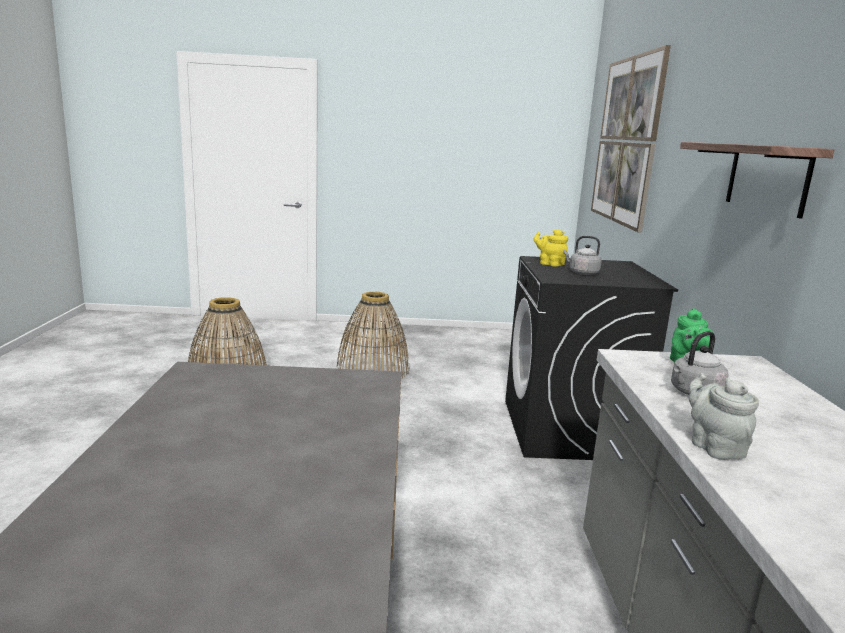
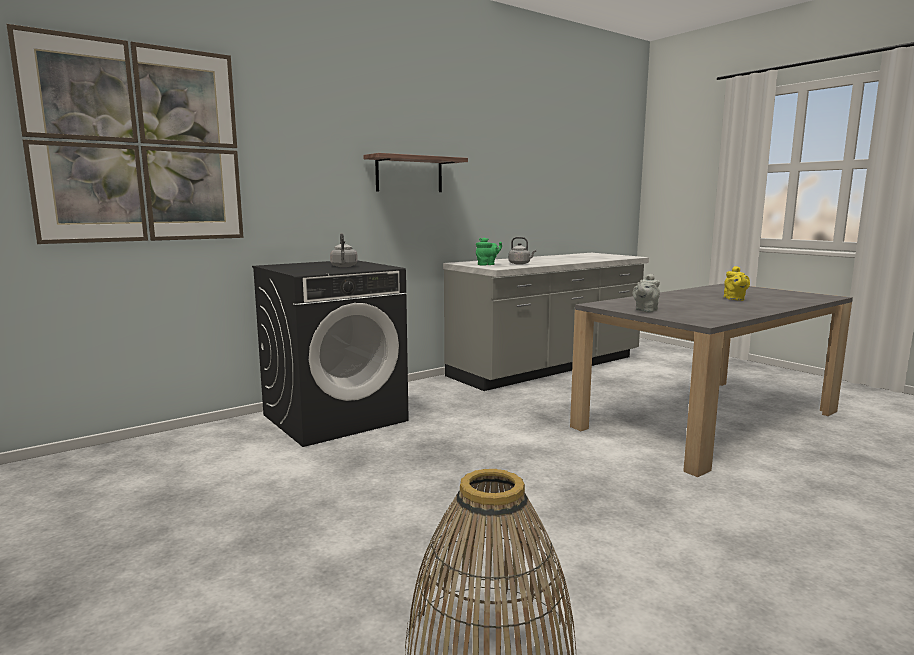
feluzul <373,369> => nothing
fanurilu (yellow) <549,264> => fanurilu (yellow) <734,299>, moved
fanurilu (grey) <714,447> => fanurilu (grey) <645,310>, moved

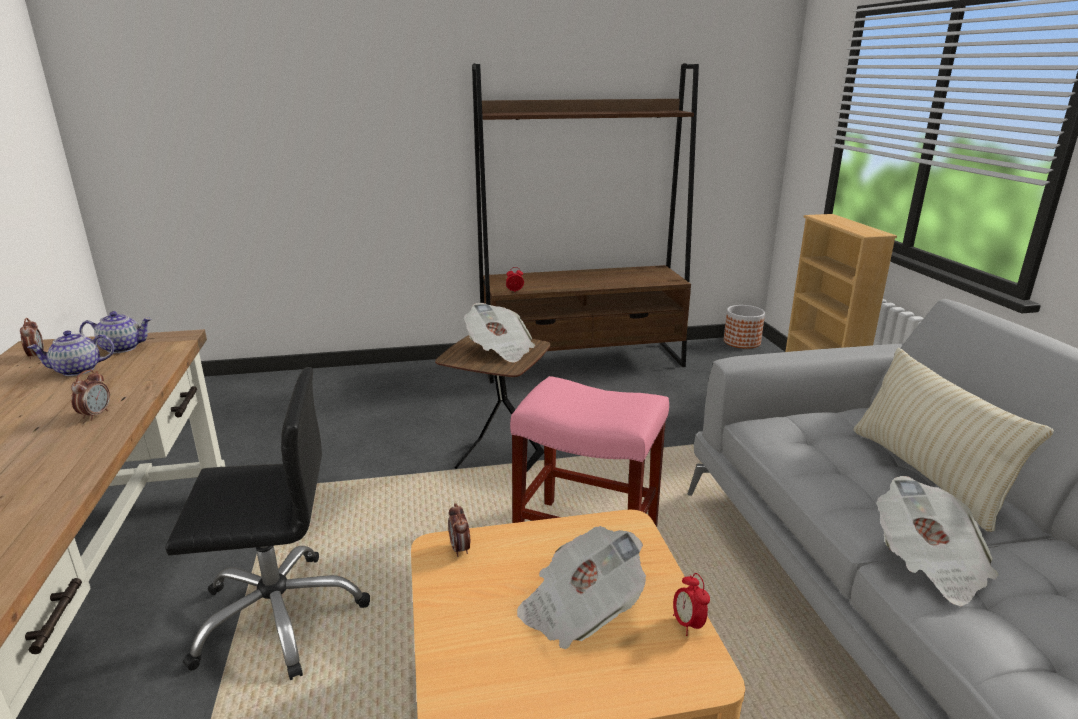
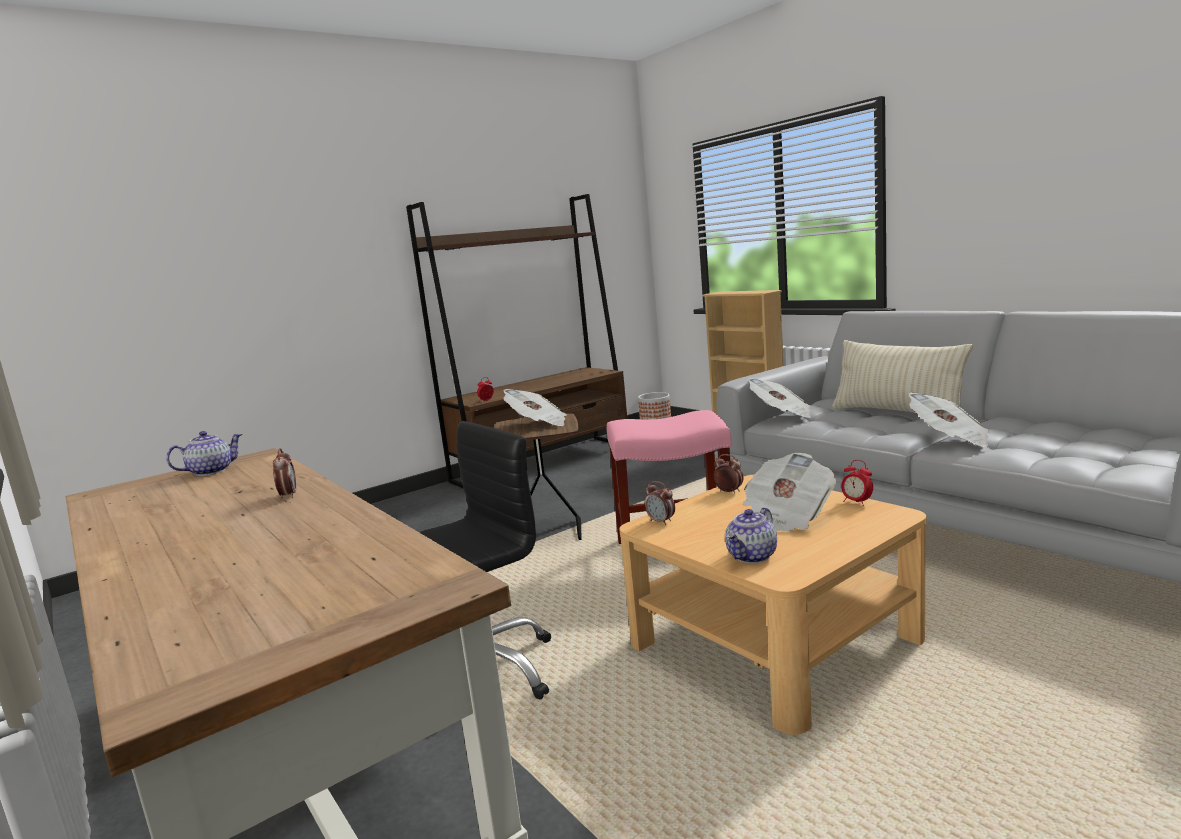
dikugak <36,356> => dikugak <729,492>, moved
fanurilu <77,370> => fanurilu <752,556>, moved
nothing => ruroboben <782,414>

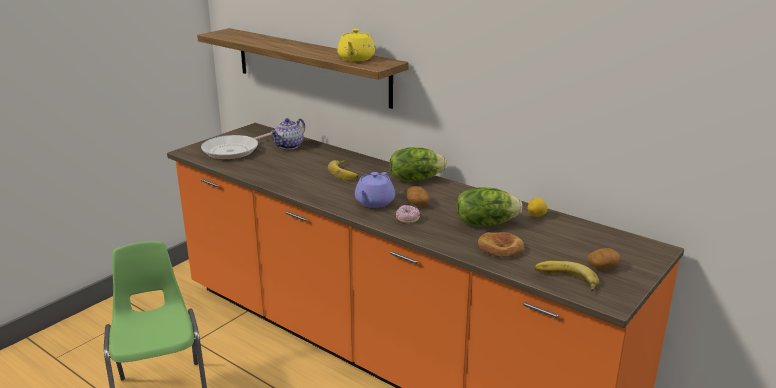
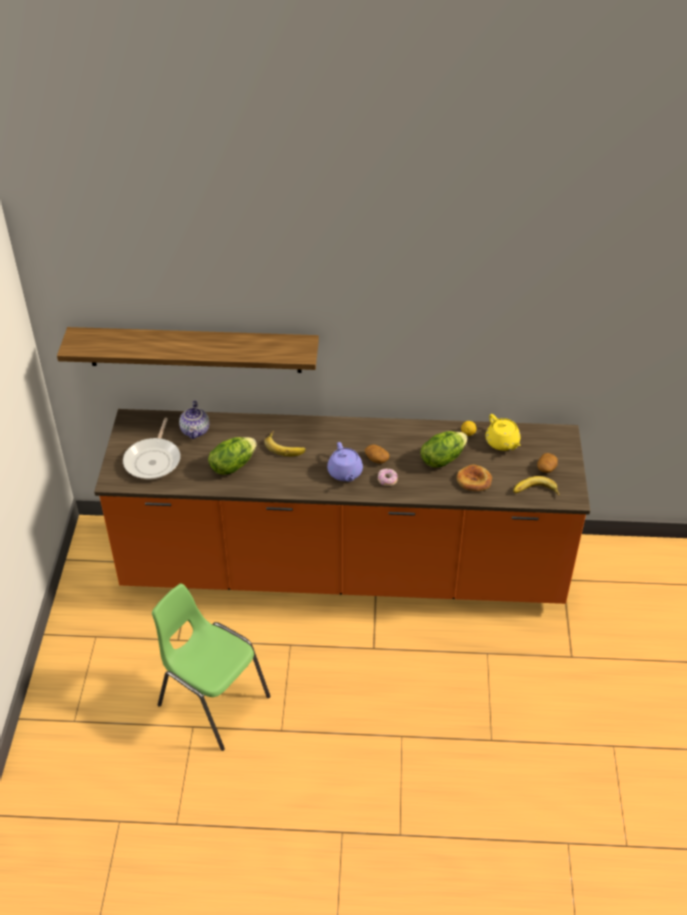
fanurilu (yellow) <356,59> => fanurilu (yellow) <502,443>, moved
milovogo <415,179> => milovogo <232,465>, moved

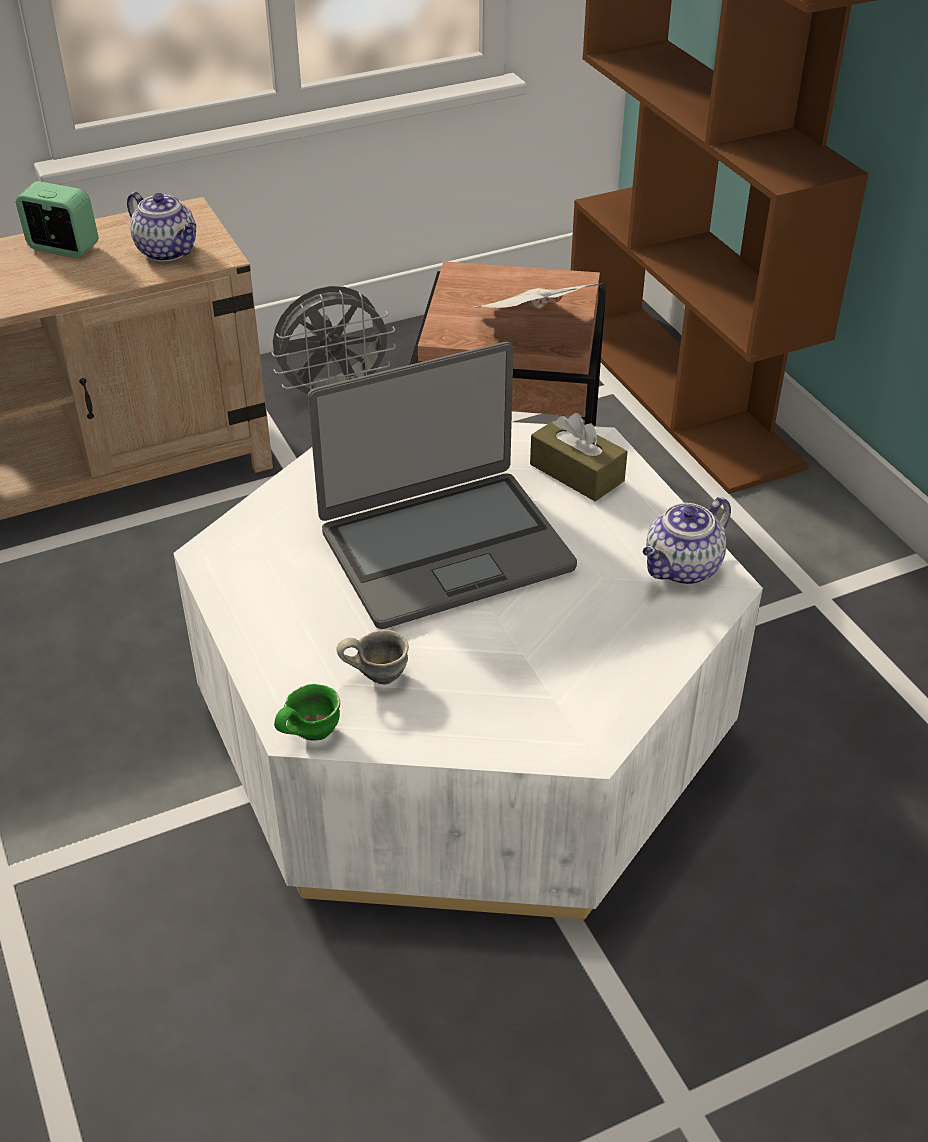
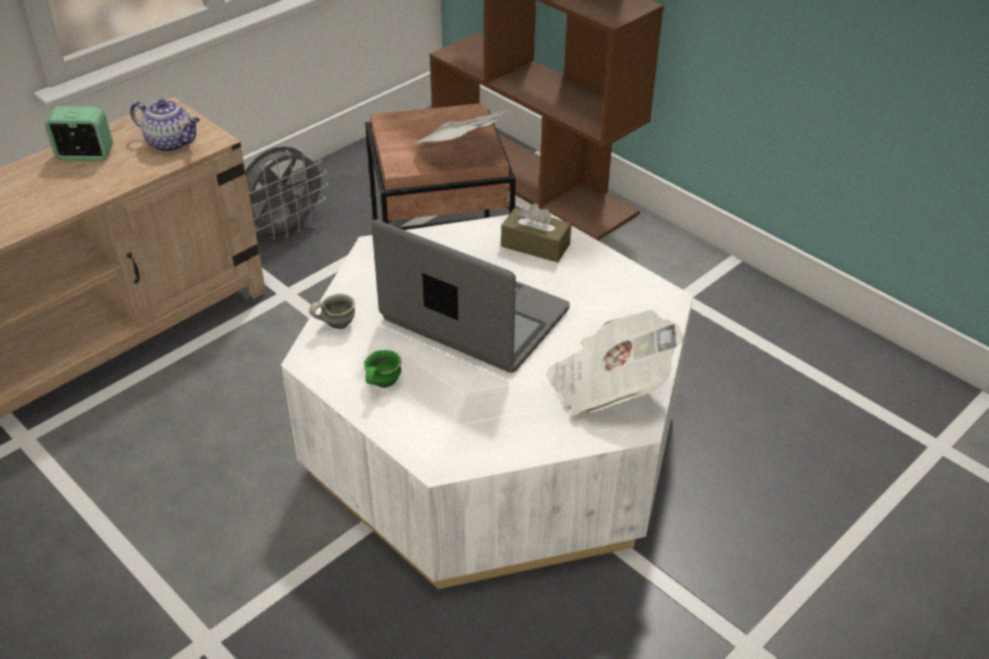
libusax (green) <308,733> => libusax (green) <380,384>, moved
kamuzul <445,548> => kamuzul <474,317>, 105 degrees counterclockwise
libusax (grey) <377,674> => libusax (grey) <335,324>, moved
fanurilu <682,569> => nothing
nothing => ruroboben <609,386>

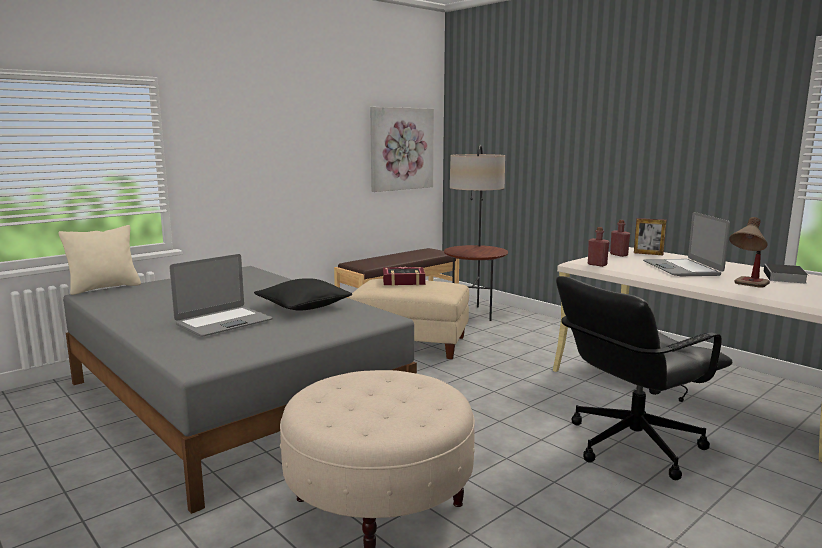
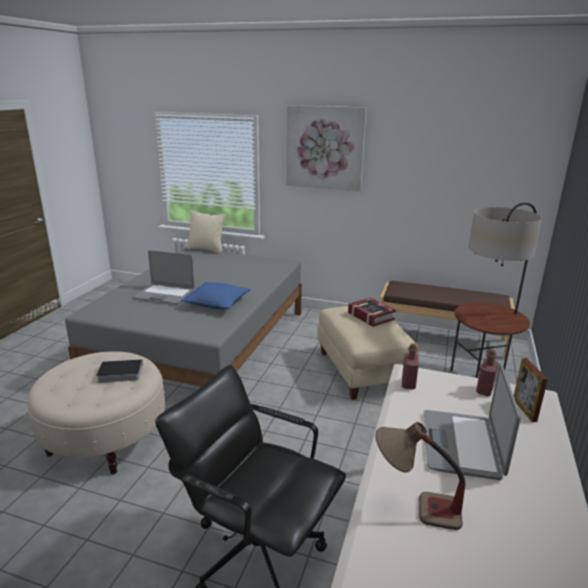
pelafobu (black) <303,306> => pelafobu (blue) <217,303>
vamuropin <401,149> => vamuropin <324,148>, moved
kamuzul <682,269> => kamuzul <462,444>, 45 degrees counterclockwise
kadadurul <785,277> => kadadurul <119,374>, moved

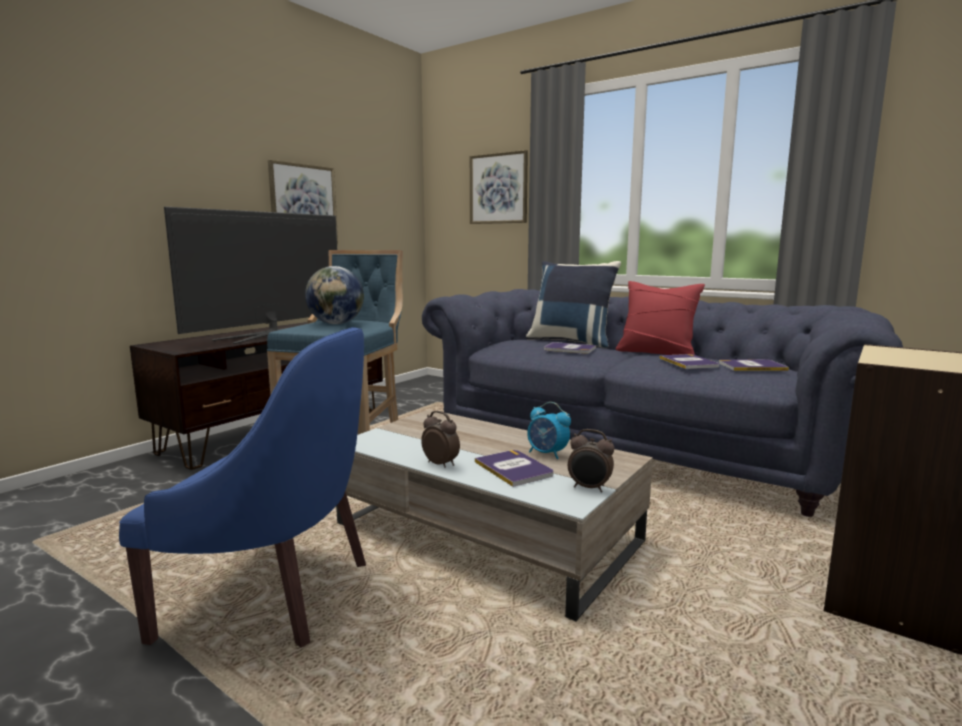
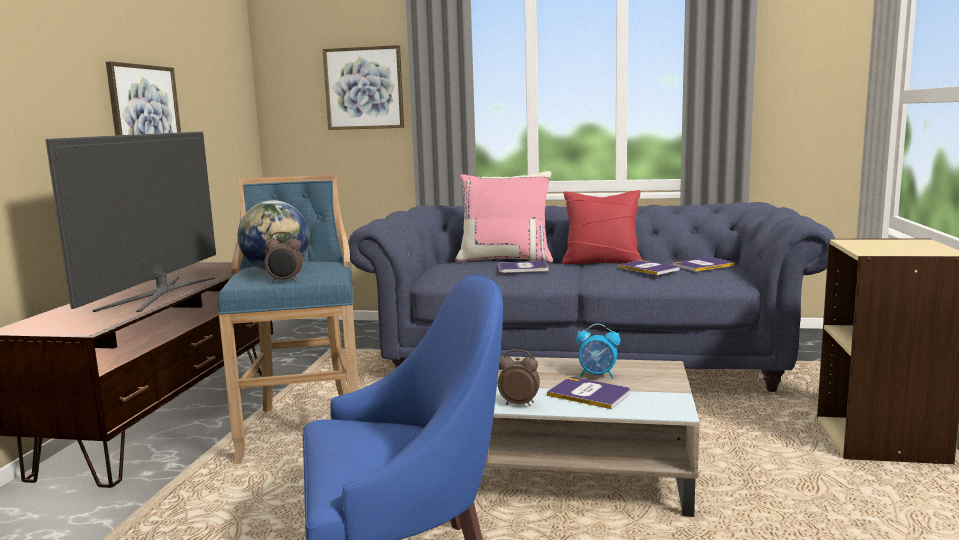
pelafobu (blue) <571,341> => pelafobu (pink) <505,259>
dikugak <589,488> => dikugak <285,281>, moved

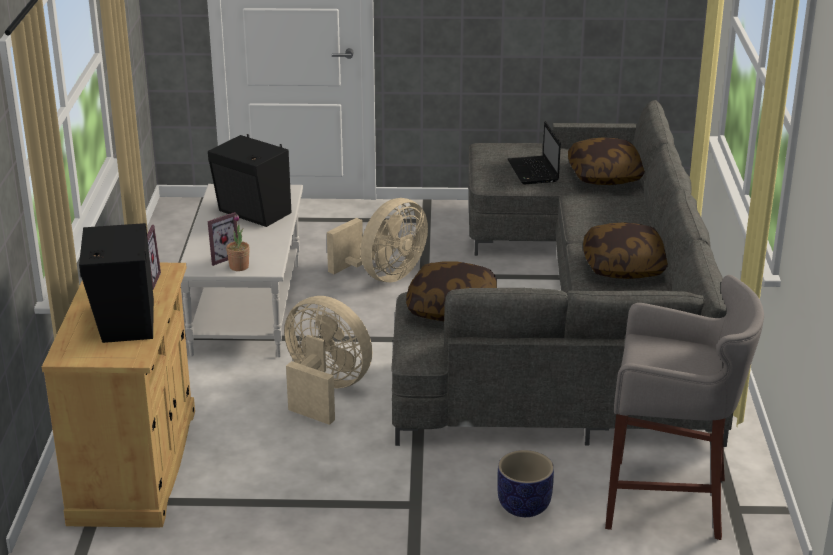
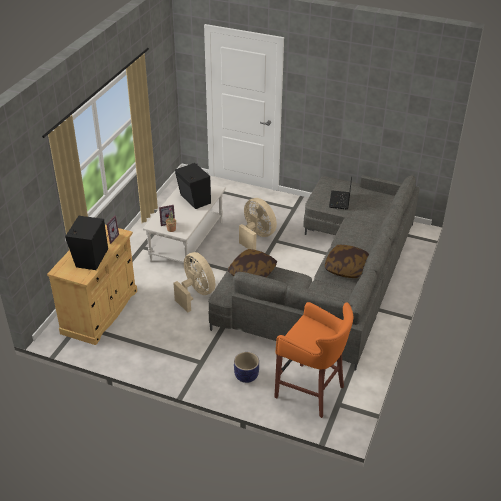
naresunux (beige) <384,276> => naresunux (beige) <256,236>, 105 degrees counterclockwise
pelafobu <605,175> => nothing
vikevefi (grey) <670,501> => vikevefi (orange) <311,391>

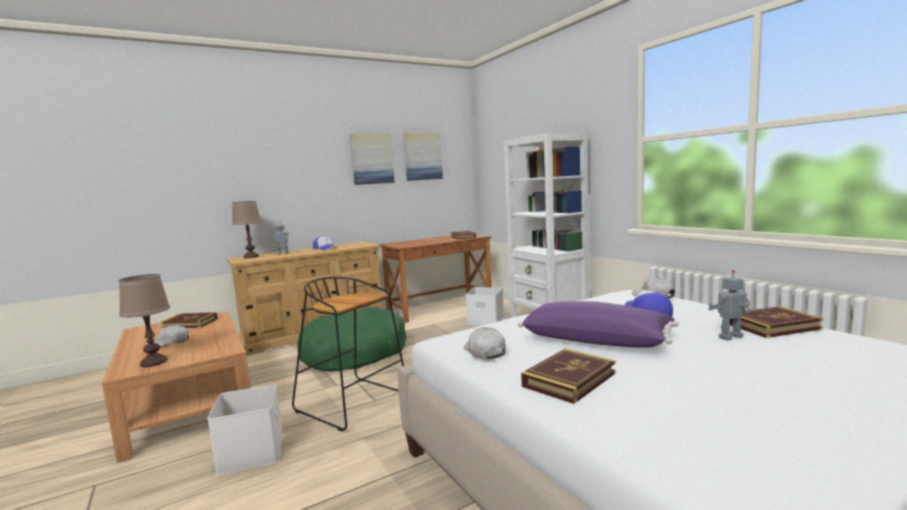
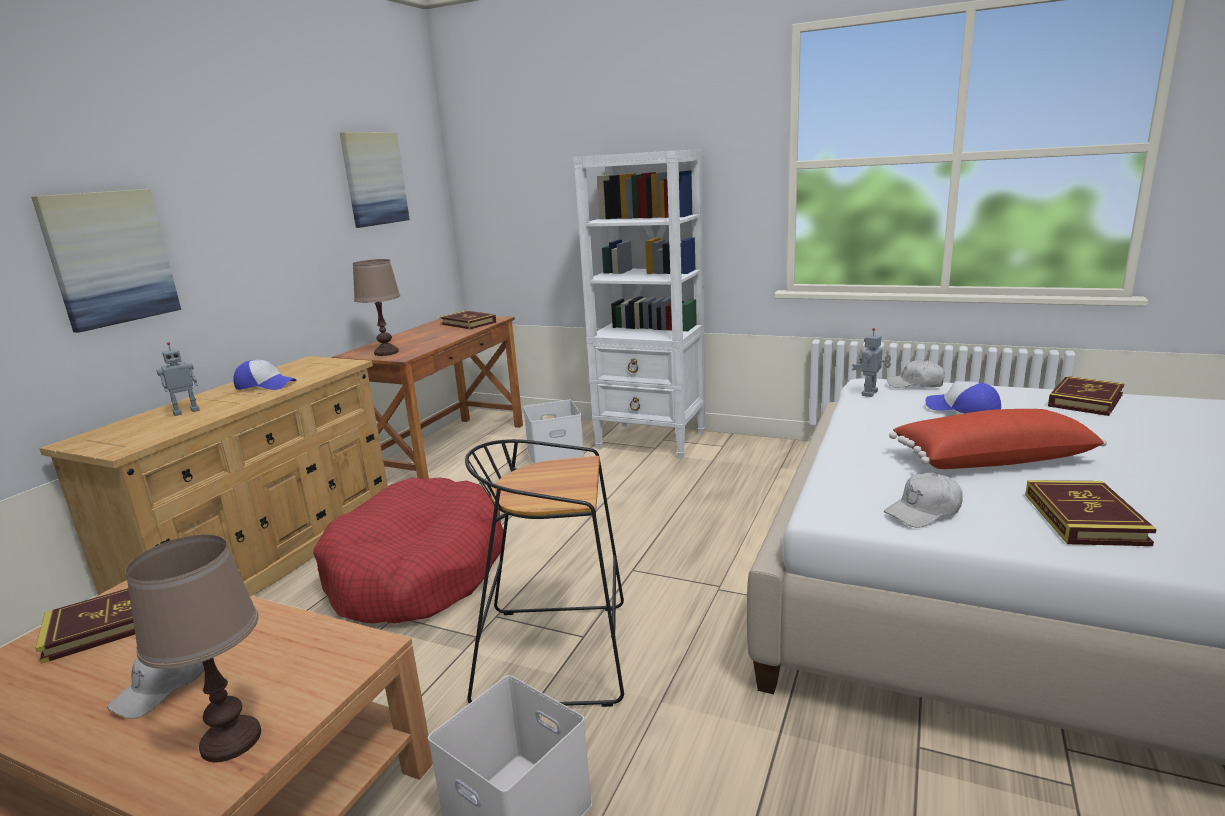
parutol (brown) <251,257> => parutol (brown) <386,352>, moved
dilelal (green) <354,353> => dilelal (red) <417,572>
vamuropin <372,159> => vamuropin <110,258>, moved
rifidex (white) <484,352> => rifidex (white) <924,511>, 60 degrees counterclockwise
pelafobu (purple) <596,340> => pelafobu (red) <989,459>
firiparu <732,338> => firiparu <871,393>, moved

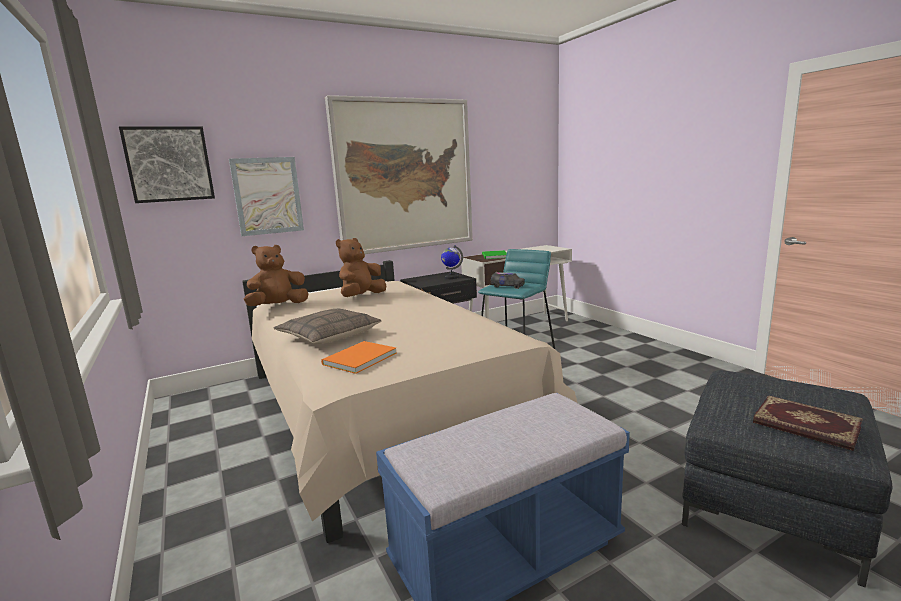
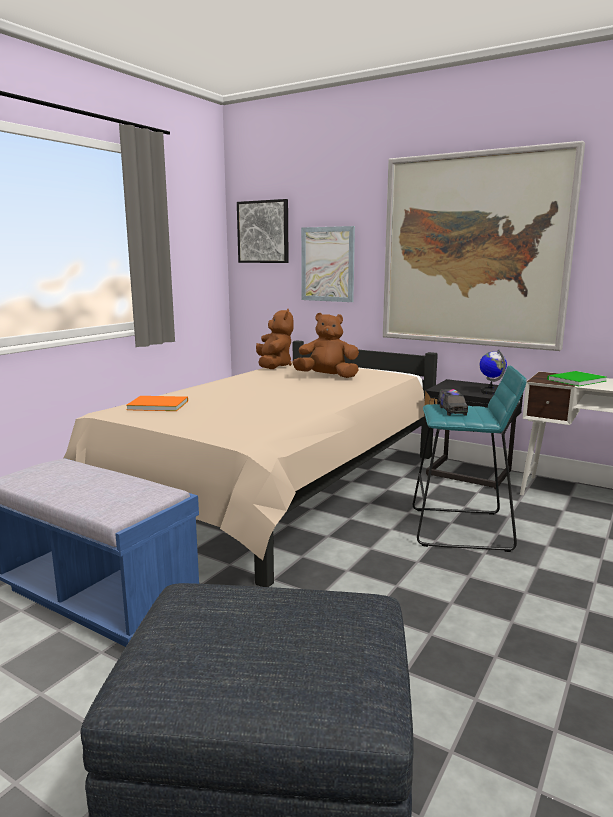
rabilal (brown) <278,306> => rabilal (brown) <274,366>, 60 degrees clockwise
pelafobu <328,335> => nothing
kadadurul <805,426> => nothing

